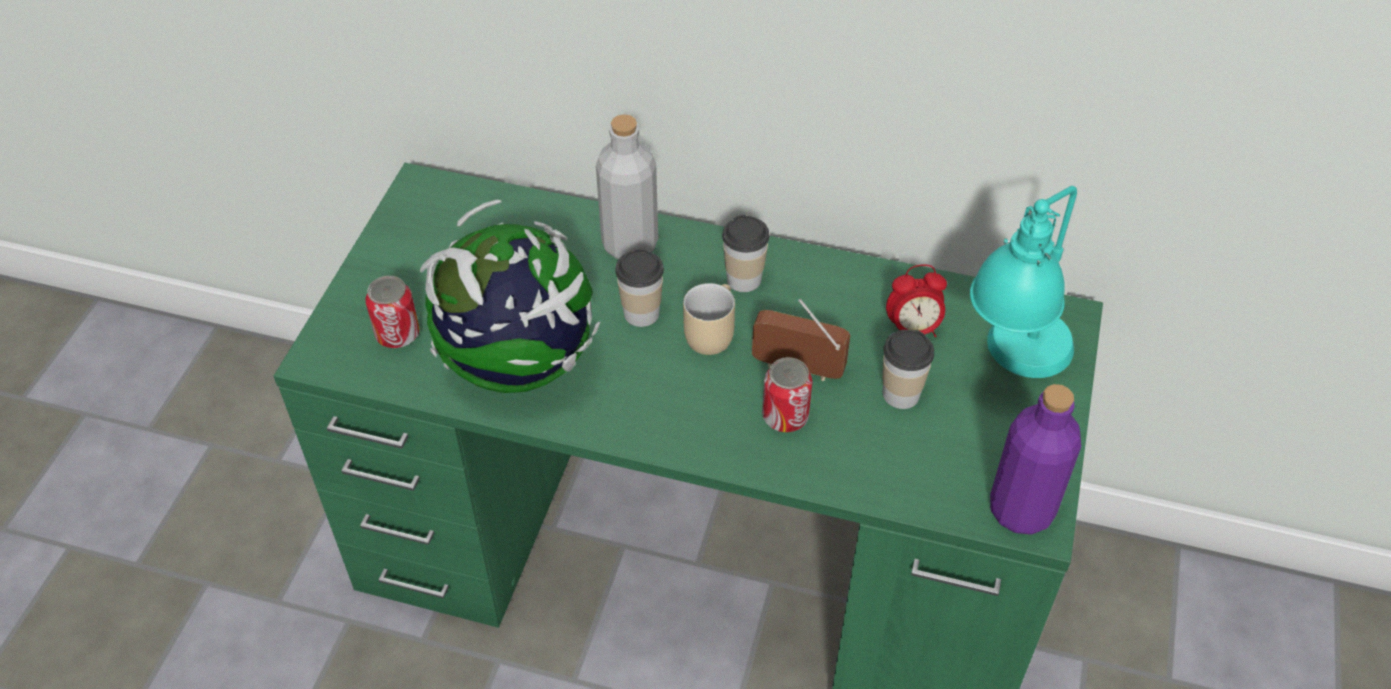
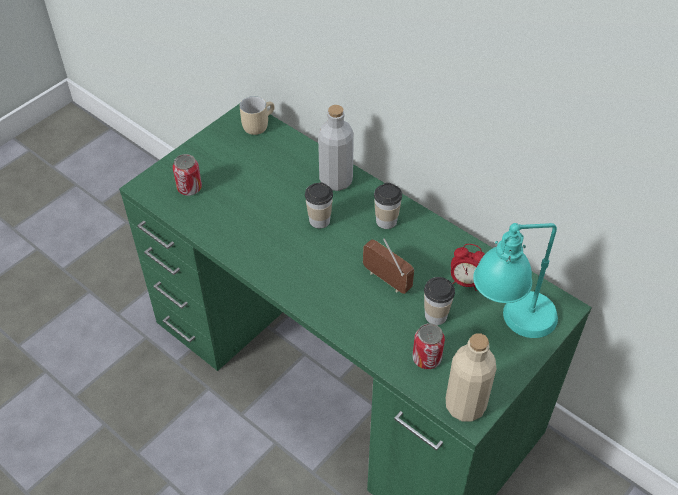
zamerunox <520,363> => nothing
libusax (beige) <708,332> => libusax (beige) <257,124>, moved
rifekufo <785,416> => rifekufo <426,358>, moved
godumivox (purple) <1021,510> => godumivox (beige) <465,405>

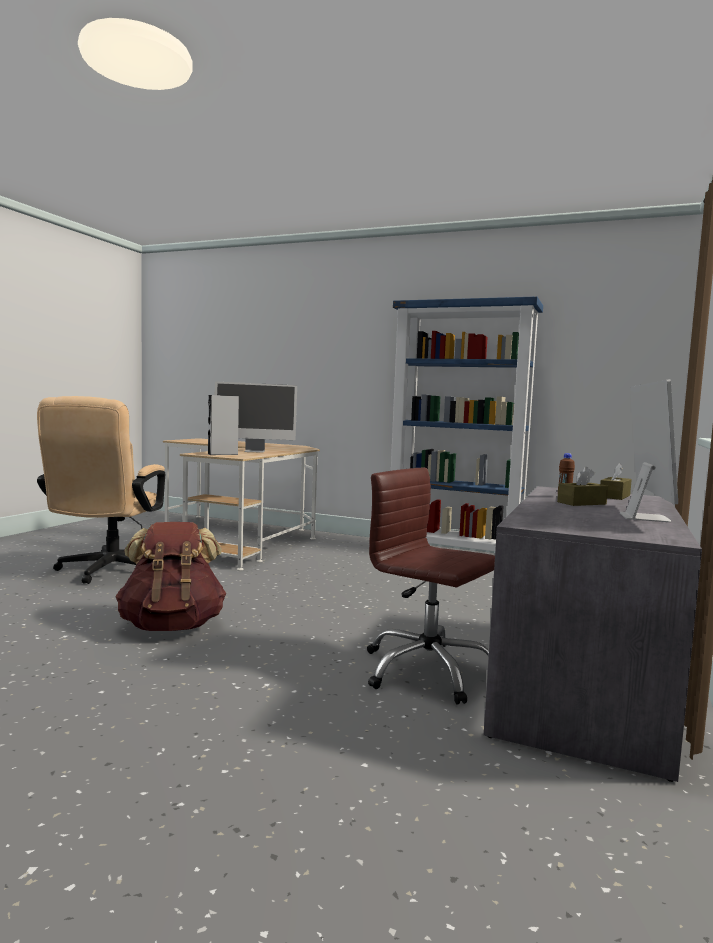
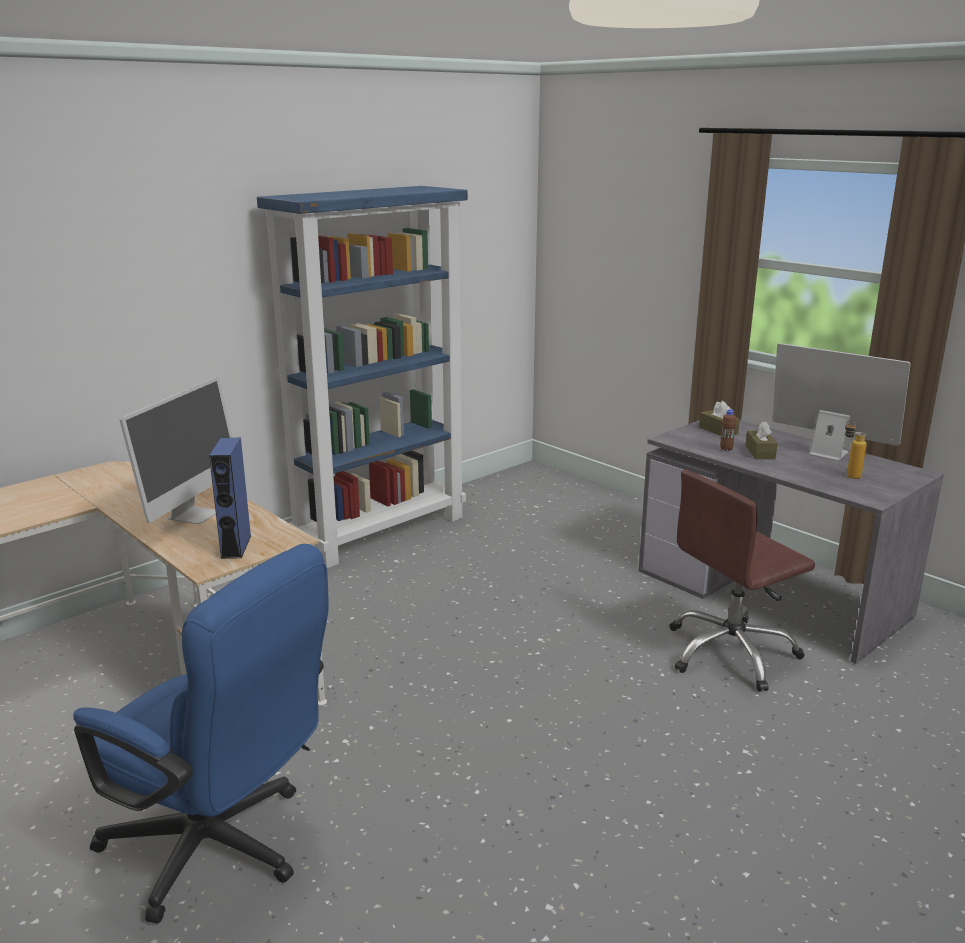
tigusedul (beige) <106,571> => tigusedul (blue) <220,850>
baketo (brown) <172,626> => nothing
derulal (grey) <222,454> => derulal (blue) <236,546>
nothing => godumivox <849,475>

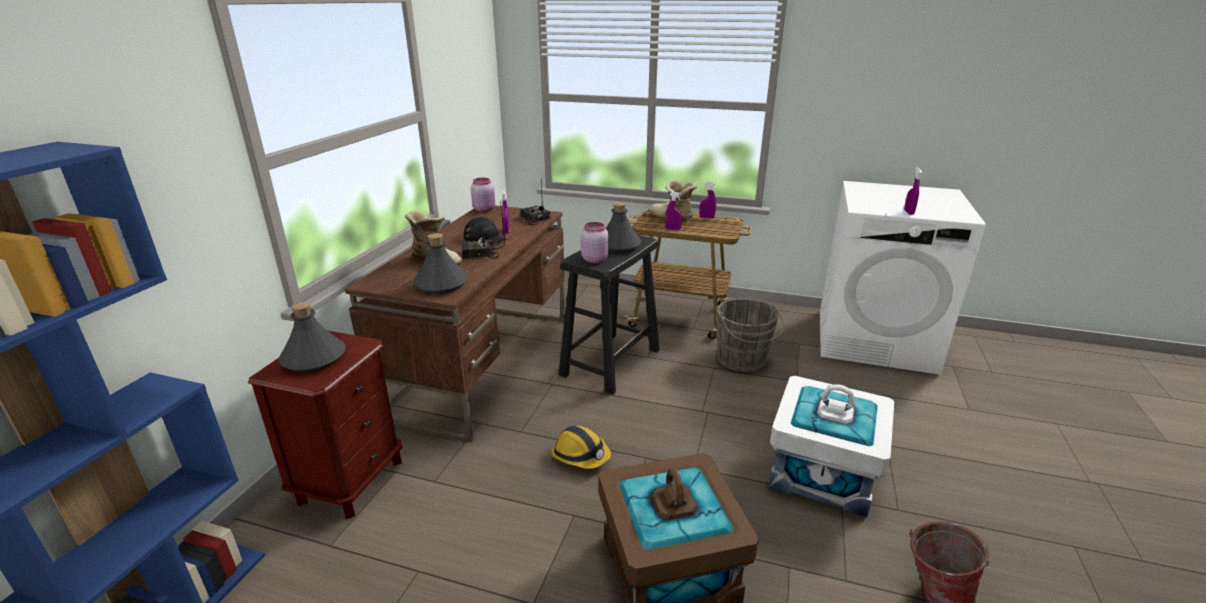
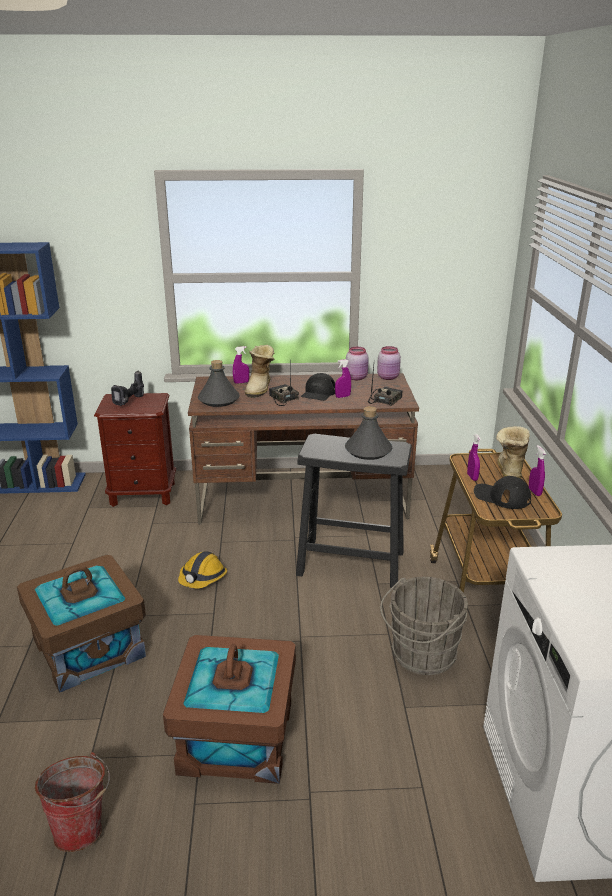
godumivox (grey) <314,358> => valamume <130,402>
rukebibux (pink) <595,259> => rukebibux (pink) <357,377>, moved
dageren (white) <823,471> => dageren (brown) <237,737>
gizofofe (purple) <908,212> => gizofofe (purple) <241,382>, moved
nothing => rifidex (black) <501,497>

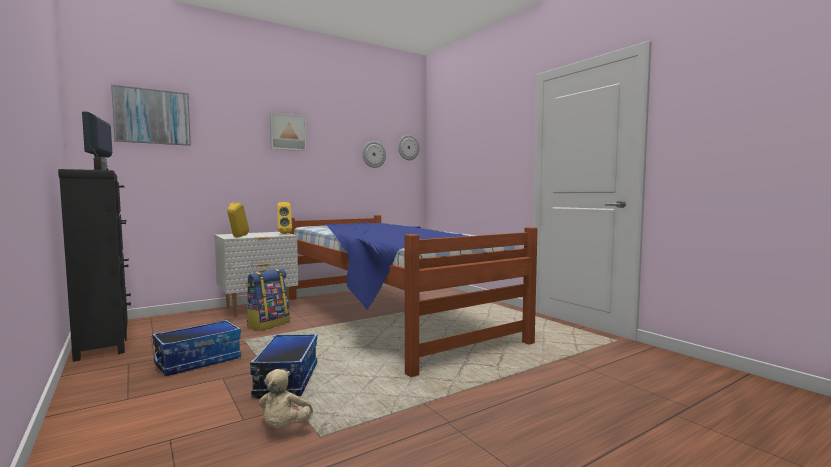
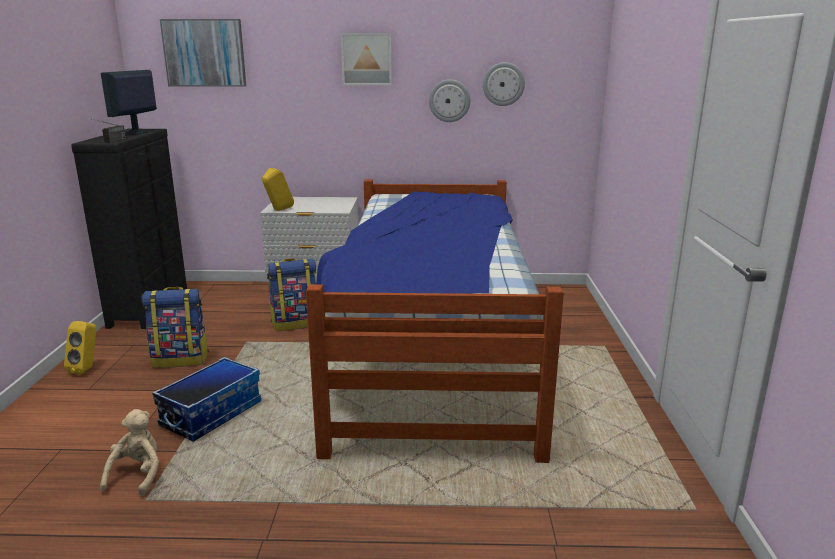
dageren <199,361> => baketo <181,359>
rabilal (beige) <284,428> => rabilal (beige) <137,475>, 150 degrees clockwise
derulal (yellow) <284,233> => derulal (yellow) <87,369>, moved
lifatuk <408,147> => lifatuk <449,100>, moved

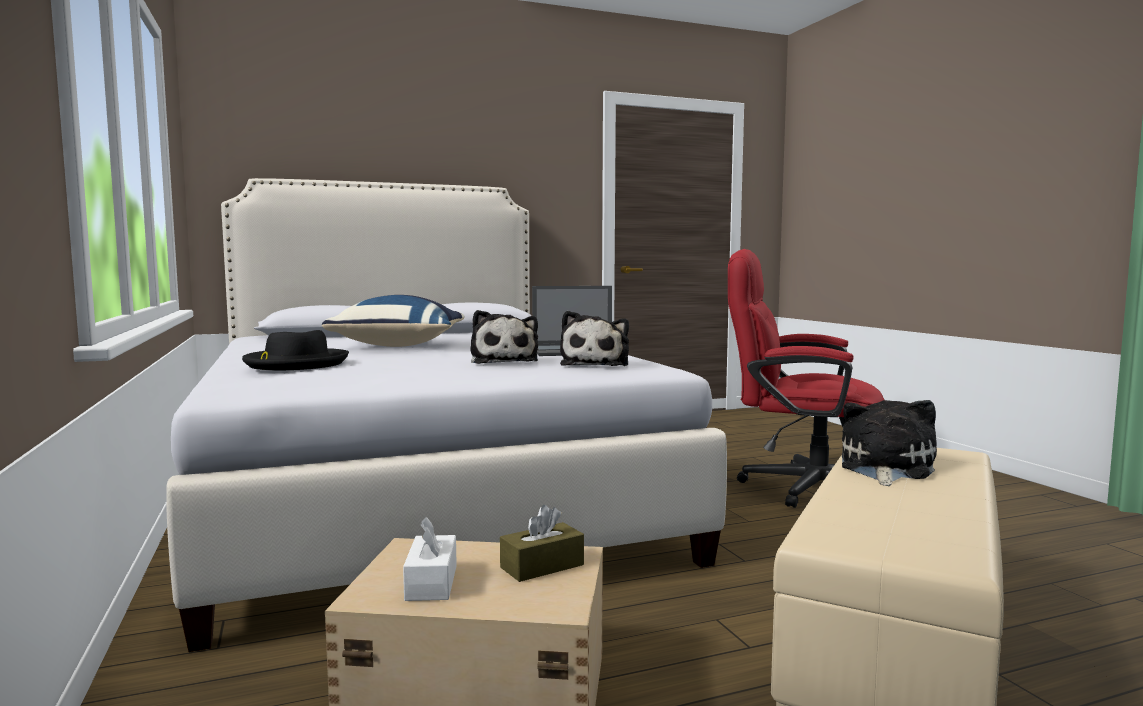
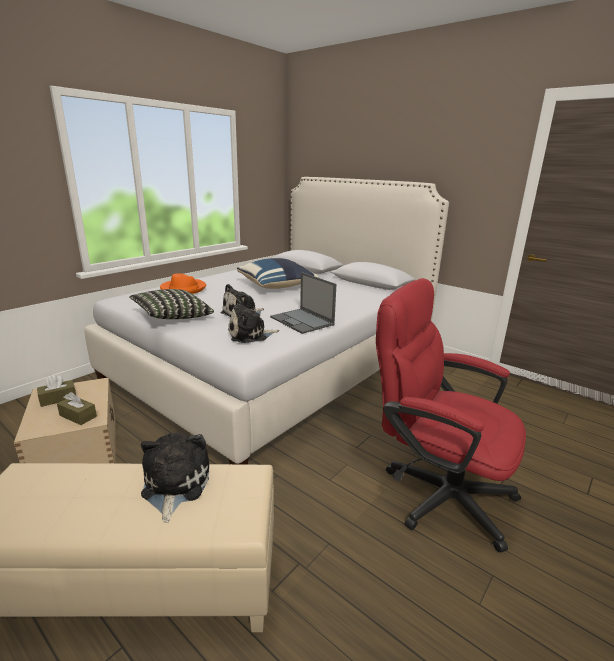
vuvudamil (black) <296,364> => vuvudamil (orange) <183,289>
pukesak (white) <431,582> => pukesak (brown) <58,398>
tigusedul (red) <799,487> => tigusedul (red) <436,491>, 45 degrees counterclockwise
rabilal <884,468> => rabilal <174,485>, 90 degrees counterclockwise
nothing => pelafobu <172,317>

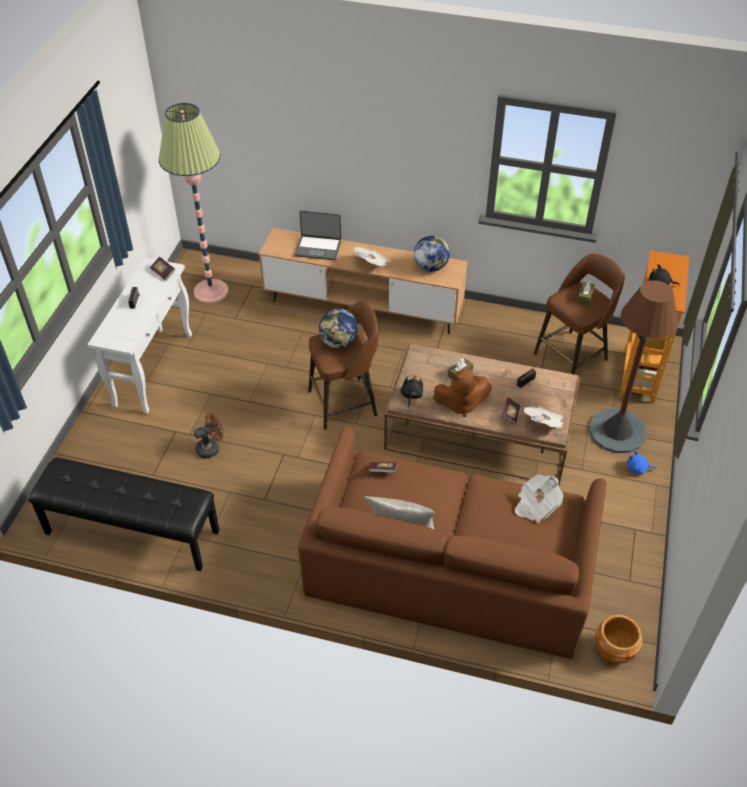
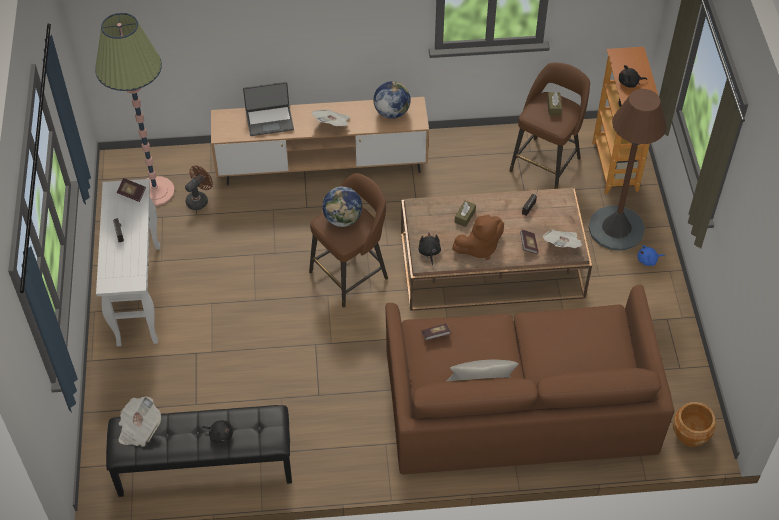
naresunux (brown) <211,448> => naresunux (brown) <199,199>, moved
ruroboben <536,506> => ruroboben <139,429>, moved
nothing => rabilal (black) <220,435>

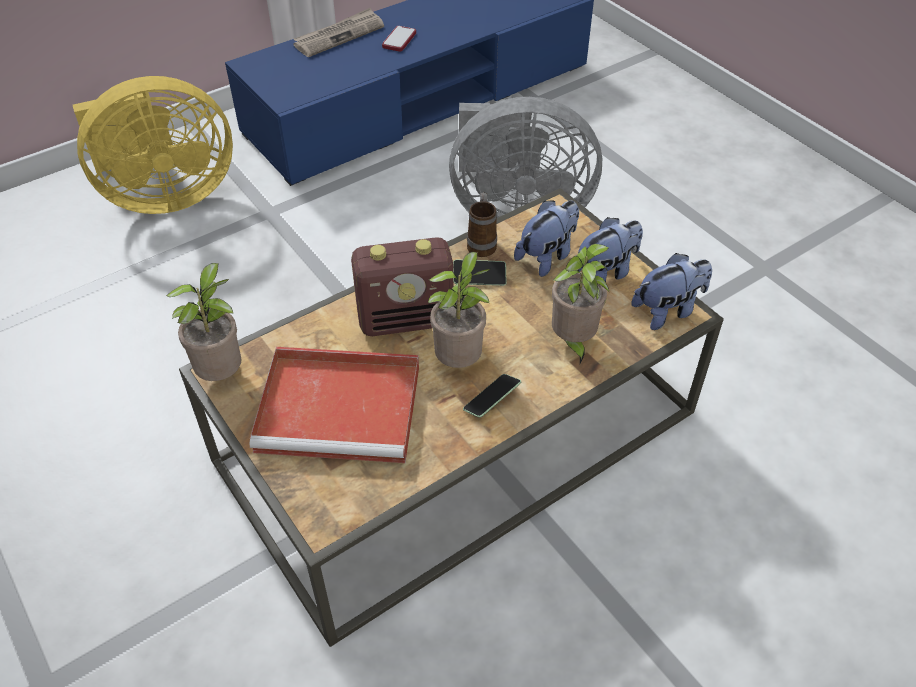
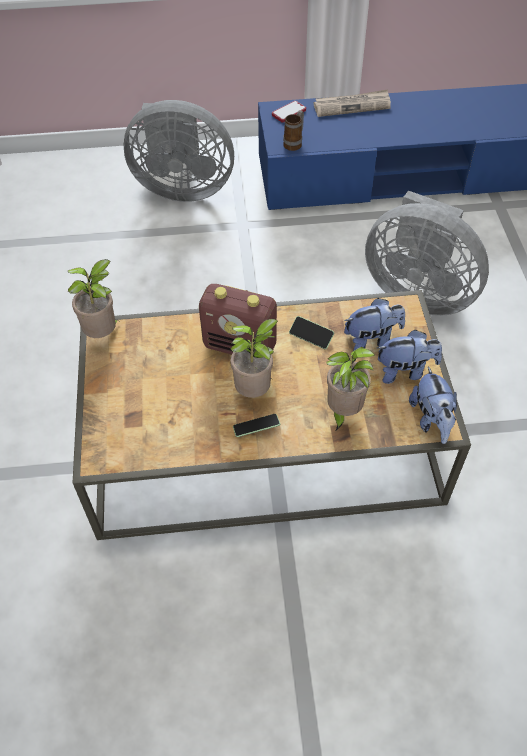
naresunux (yellow) <165,196> => naresunux (grey) <182,187>
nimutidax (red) <343,408> => nothing
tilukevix <399,40> => tilukevix <289,112>, moved
libusax <482,243> => libusax <294,143>, moved
rabilal <668,311> => rabilal <431,420>, 75 degrees clockwise

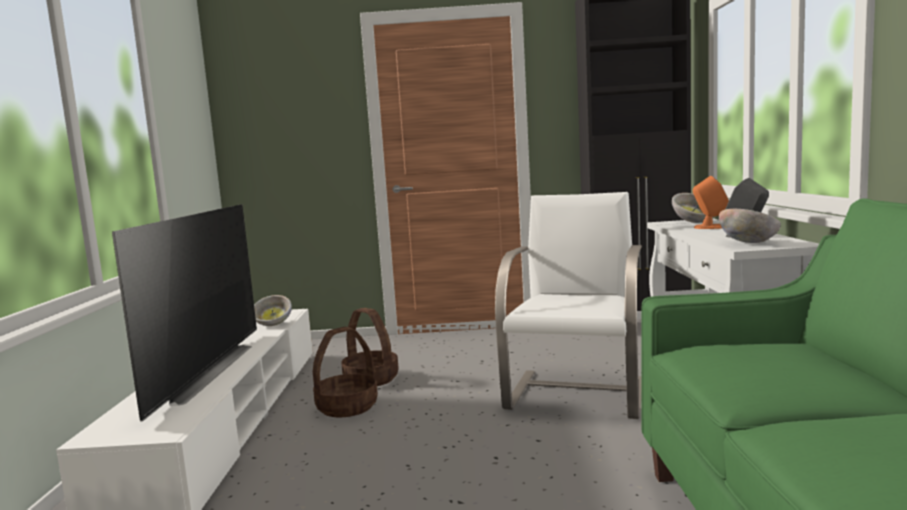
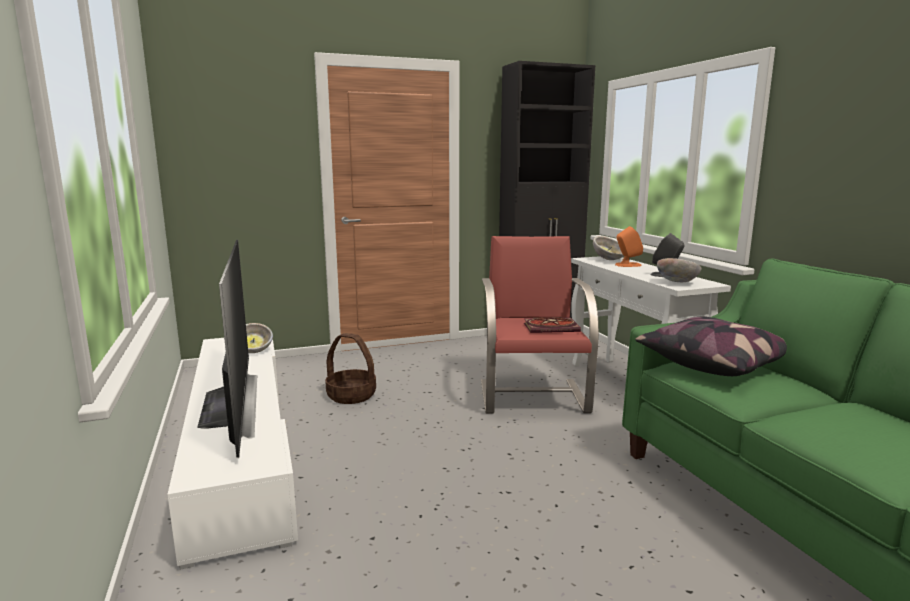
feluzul <347,407> => nothing
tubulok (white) <576,393> => tubulok (red) <532,396>
nothing => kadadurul <552,327>
nothing => pelafobu <714,364>

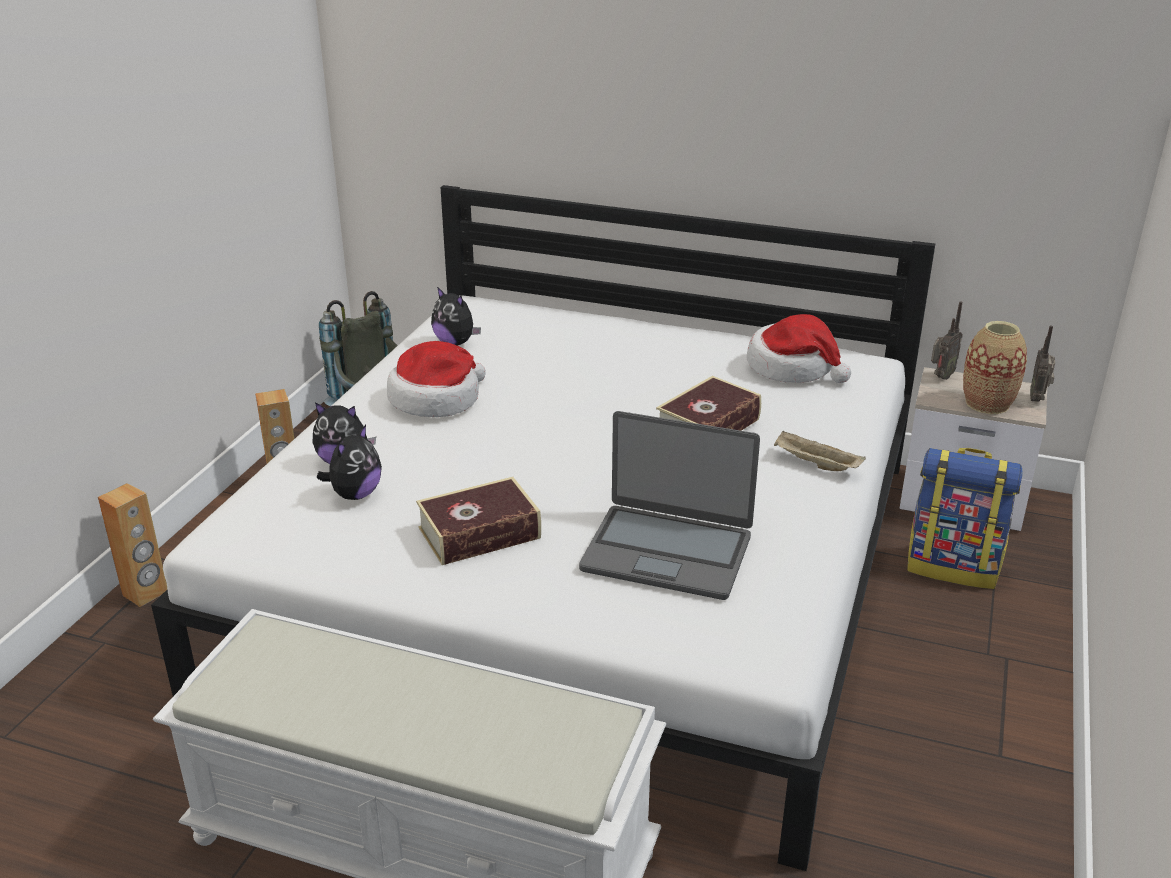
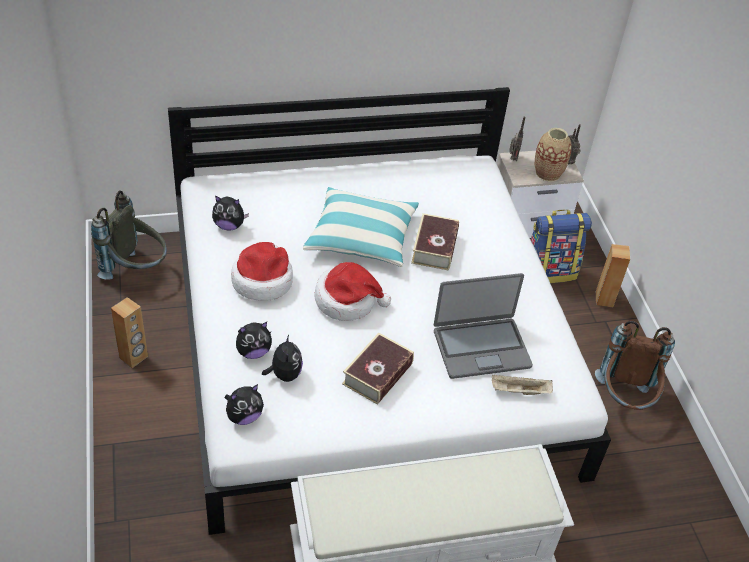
derulal (brown) <145,593> => derulal (brown) <604,299>, moved
vuvudamil <792,367> => vuvudamil <347,300>, moved
nimutidax (beige) <815,464> => nimutidax (beige) <519,391>, moved
nothing => rabilal <244,416>
nothing => pelafobu <361,237>
nothing => baketo (brown) <624,400>

